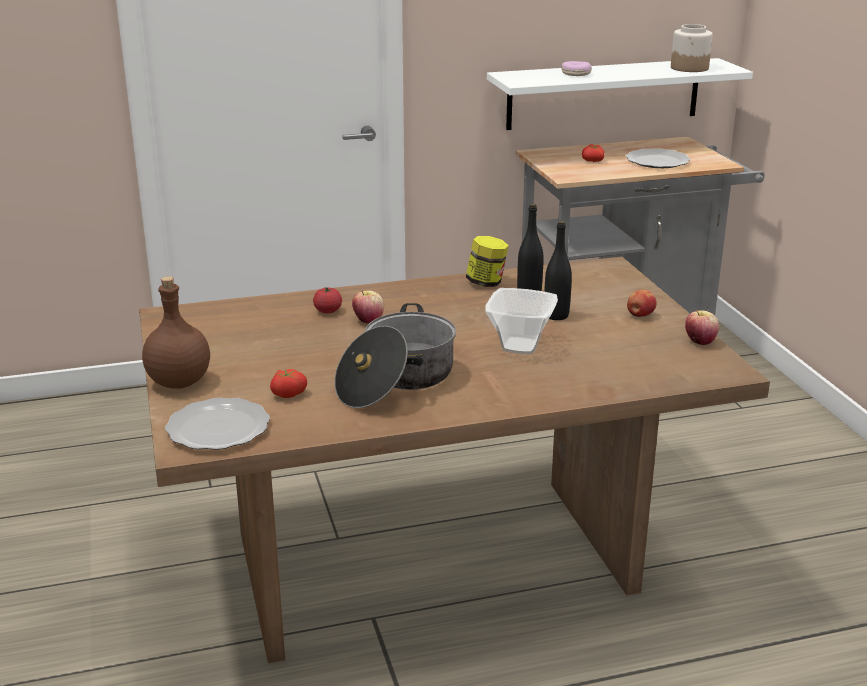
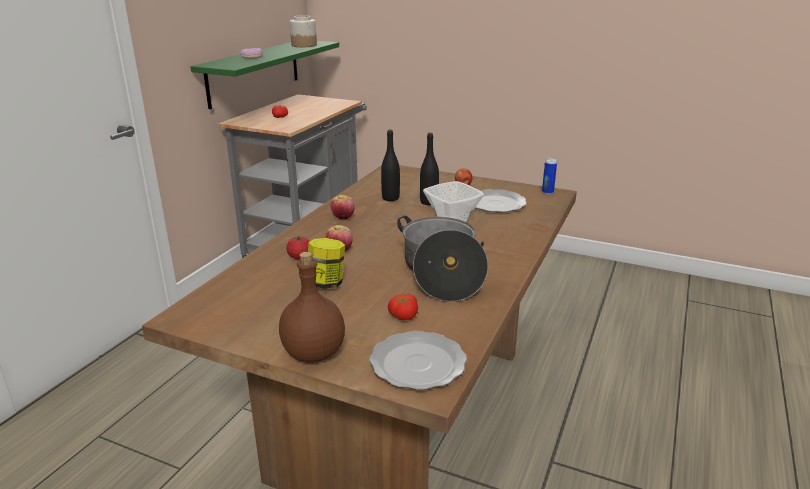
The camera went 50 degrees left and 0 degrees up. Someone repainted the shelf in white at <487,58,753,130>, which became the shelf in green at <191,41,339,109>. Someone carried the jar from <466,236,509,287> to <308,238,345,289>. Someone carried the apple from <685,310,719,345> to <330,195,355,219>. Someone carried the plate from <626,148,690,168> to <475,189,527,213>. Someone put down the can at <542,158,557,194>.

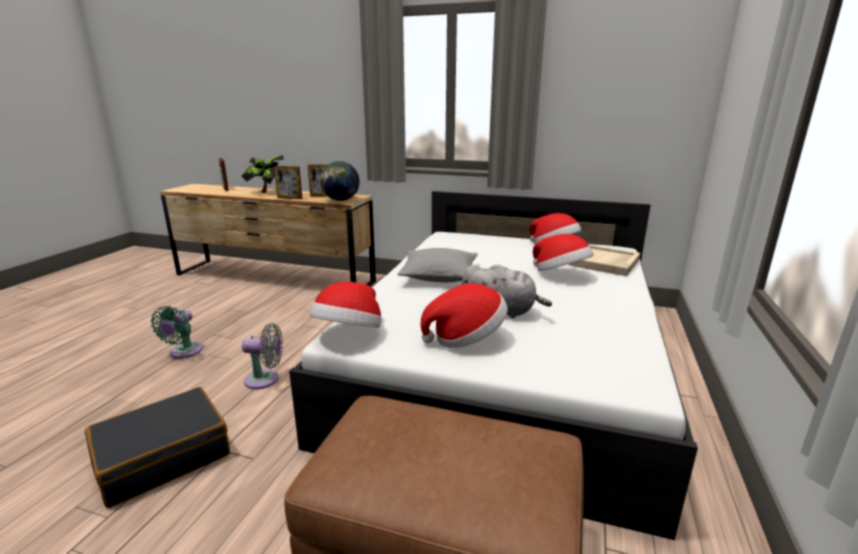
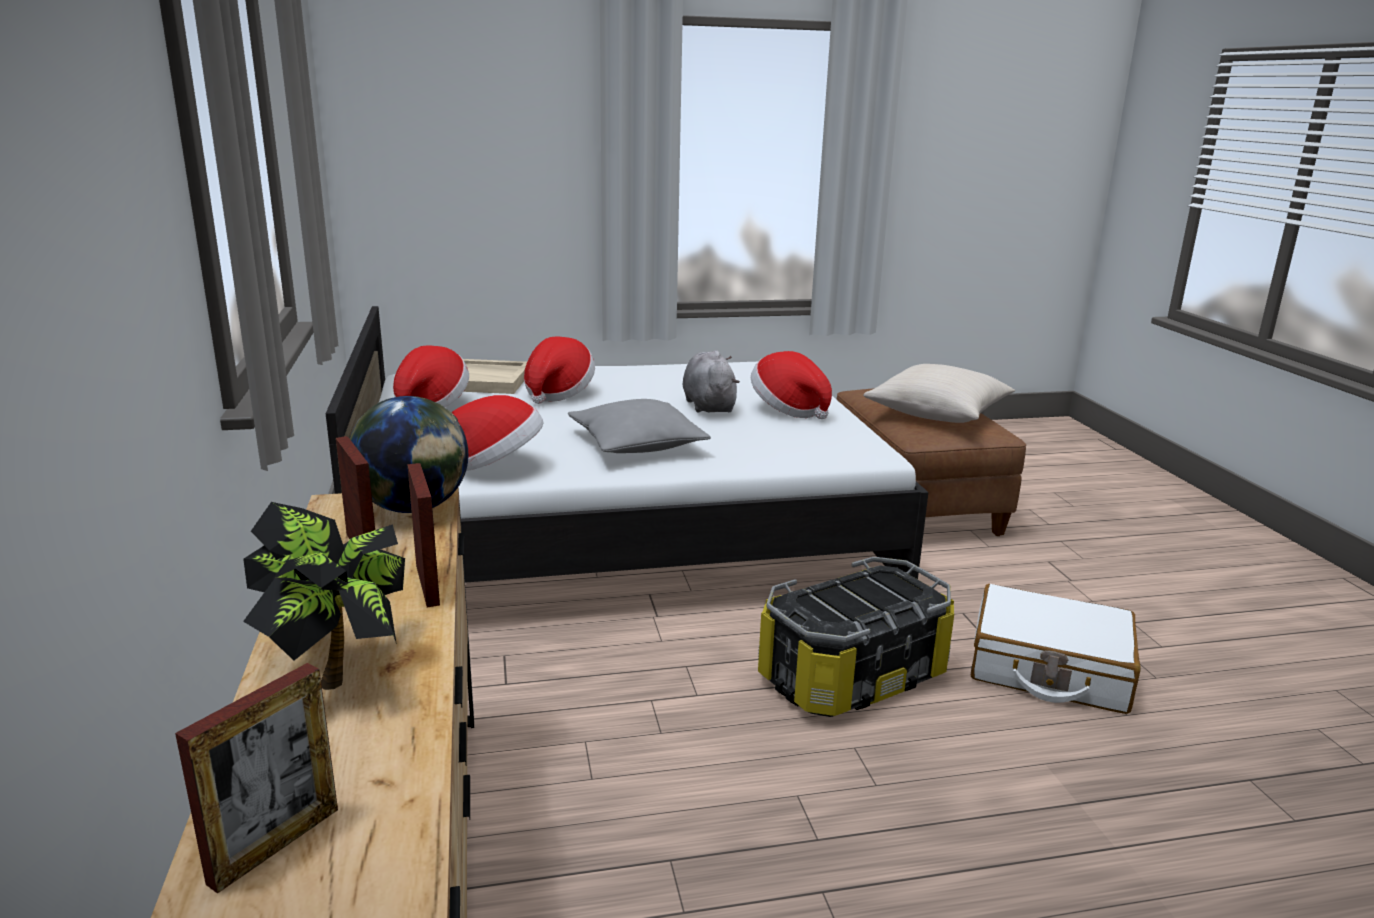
The camera went 120 degrees left and 0 degrees up. Someone carried the hat from <309,281,382,327> to <451,395,543,471>. Someone swapped the fan in grey at <242,323,283,389> for the storage box at <758,557,954,717>. Someone put down the pillow in beige at <863,364,1015,423>. Someone repainted the suitcase in black at <85,387,230,508>, which became the suitcase in white at <971,584,1140,714>. Someone took away the fan in green at <151,306,203,358>.

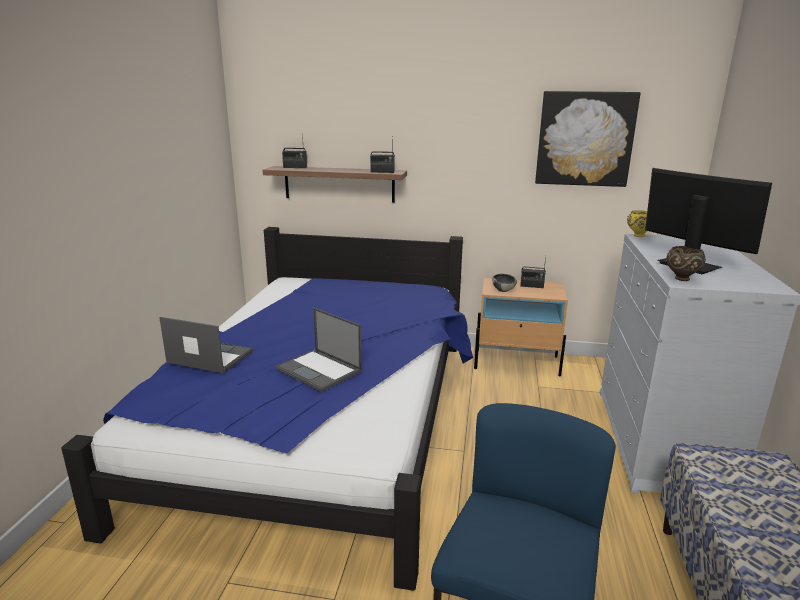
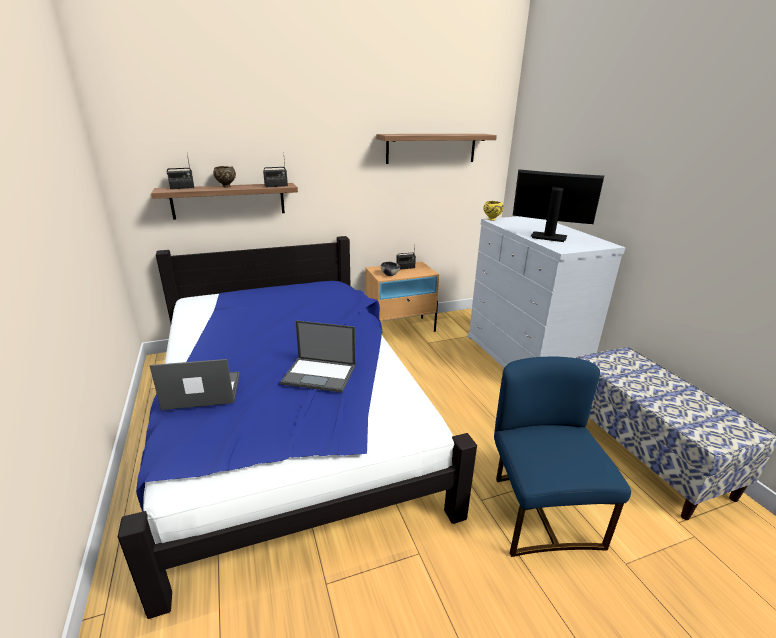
The camera went 30 degrees left and 5 degrees up. Someone carried the bowl in brown from <667,246,706,281> to <213,166,236,187>. Someone swapped the picture at <535,91,641,187> for the shelf at <376,134,497,164>.

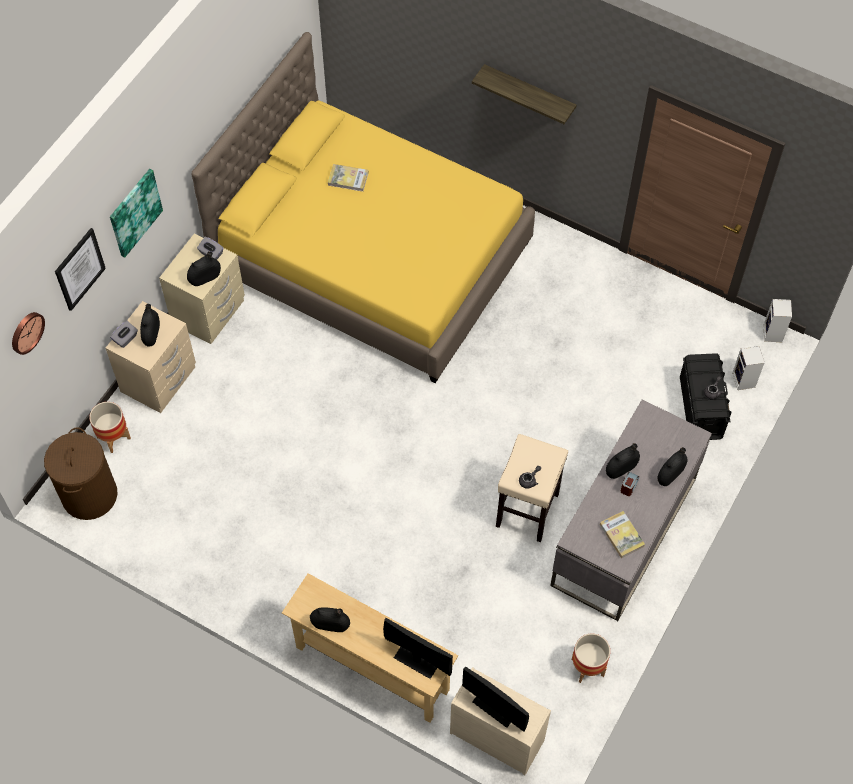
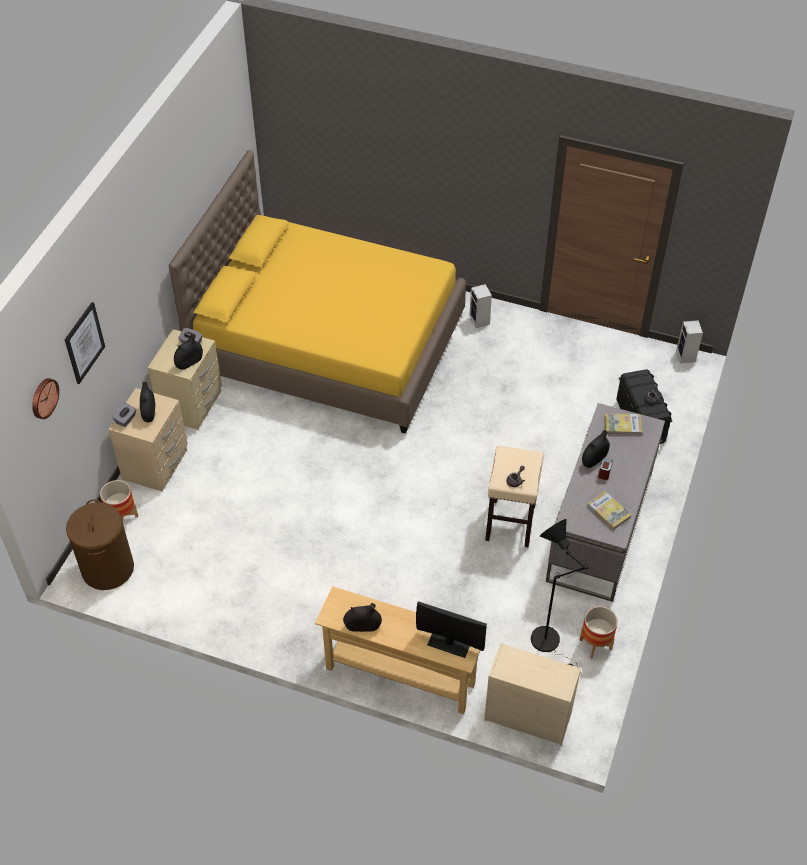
The camera went 10 degrees left and 10 degrees down. Someone carried the speaker from <732,346,764,390> to <469,284,492,328>. Someone put down the floor lamp in black at <531,519,589,666>. Someone carried the book from <328,164,369,192> to <604,413,642,435>. Someone took away the picture at <110,169,163,258>. Someone took away the monitor at <462,667,529,732>. Someone took away the shelf at <472,64,576,124>. Someone took away the vase in black at <657,447,688,486>.

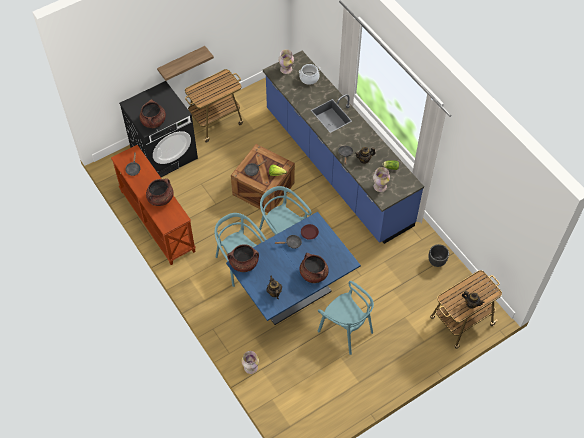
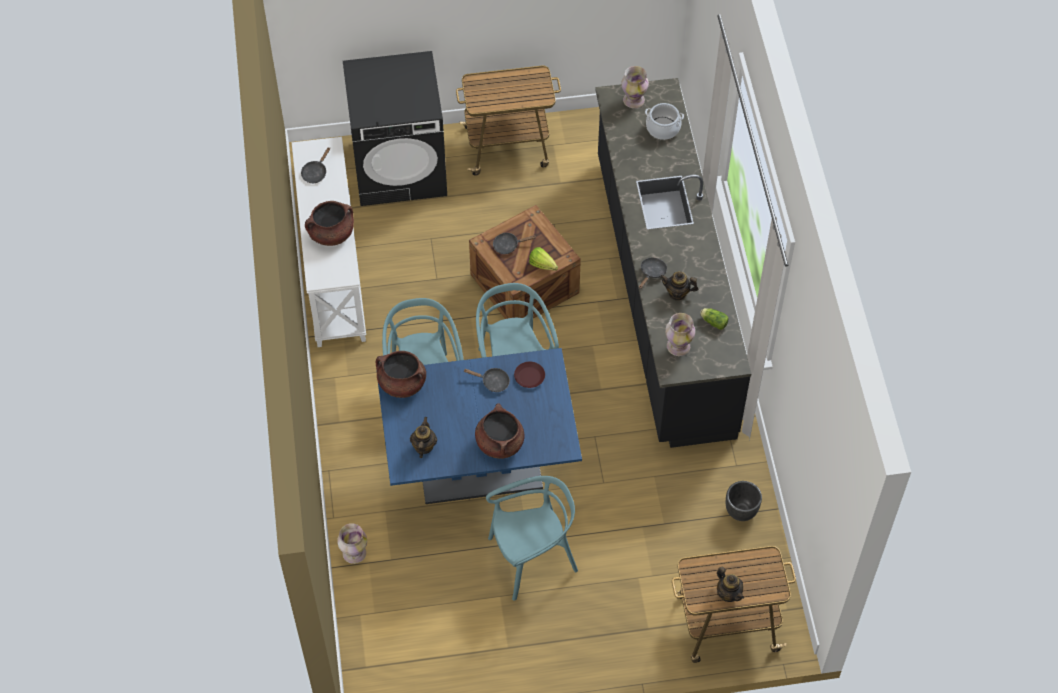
The camera went 25 degrees right and 0 degrees up. Someone repainted the console table in brown at <111,145,196,265>, which became the console table in white at <292,137,366,347>. Someone rotated the chair in turquoise at <318,281,374,355> by 90 degrees counterclockwise. Someone repainted the counter in blue at <263,51,424,244>, which became the counter in black at <595,78,751,448>. Someone took away the cooking pot in brown at <140,99,166,128>. Someone took away the shelf at <157,46,214,81>.

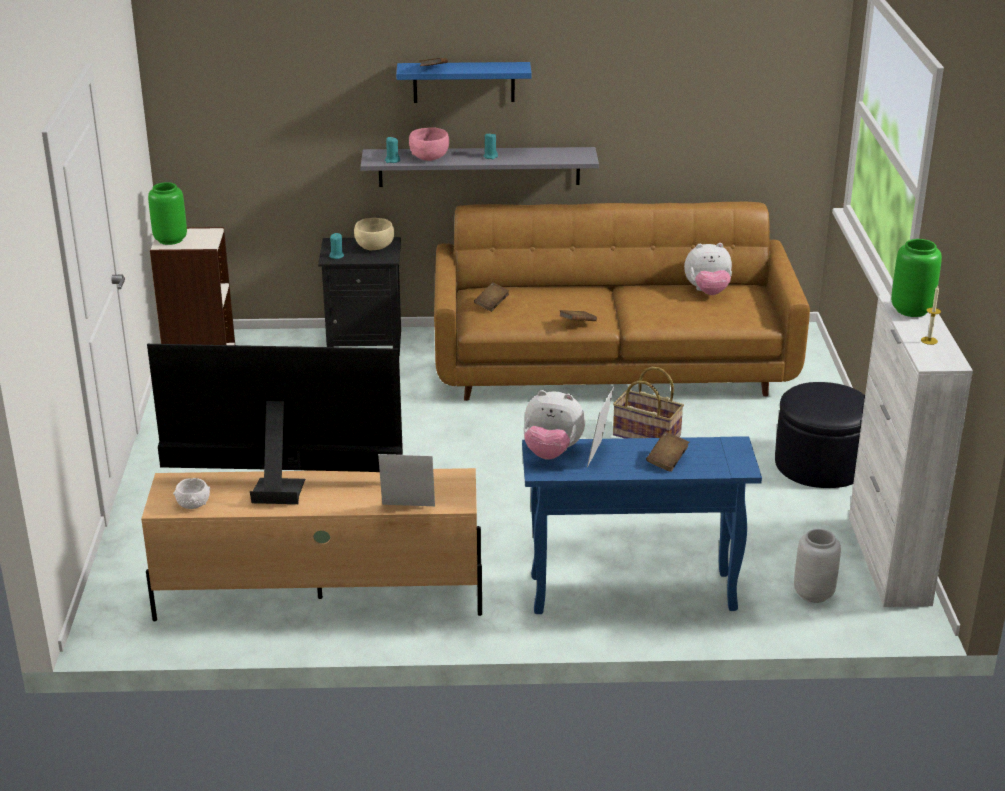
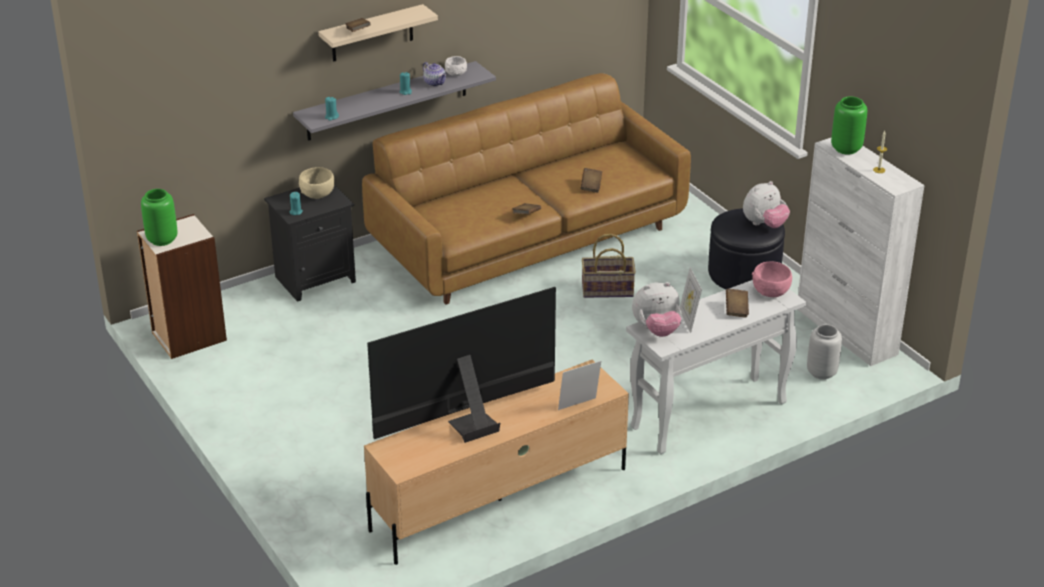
The camera went 30 degrees left and 5 degrees up. Someone repainted the shelf in blue at <396,62,532,103>, which became the shelf in beige at <318,4,438,62>. Someone put down the teapot at <423,62,446,87>. Someone carried the bowl in white from <173,478,210,509> to <445,56,467,76>. Someone carried the book in brown from <474,282,509,312> to <581,168,602,193>. Someone repainted the console table in blue at <522,436,762,614>, which became the console table in white at <626,280,806,454>. Someone carried the plush toy from <684,243,732,295> to <743,181,790,228>. Someone carried the bowl in pink from <409,127,449,161> to <752,262,792,297>.

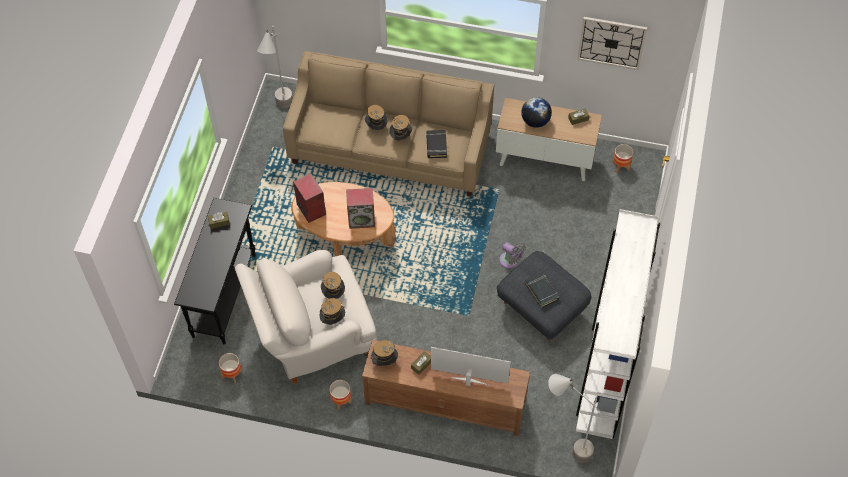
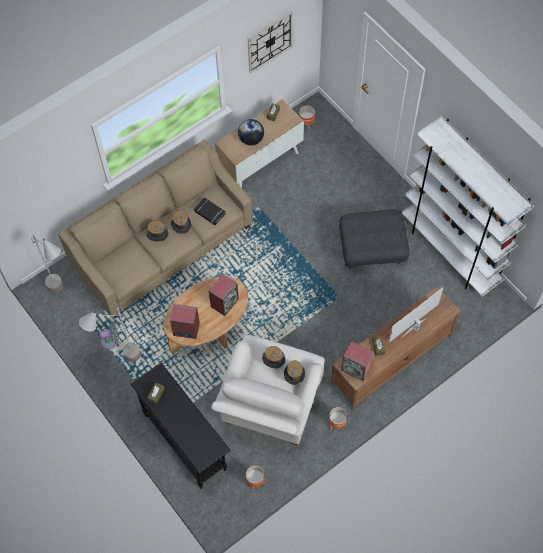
The camera went 50 degrees left and 5 degrees up. Someone carried the floor lamp in grey from <548,374,603,463> to <79,307,141,362>. Someone carried the fan in grey from <499,242,526,269> to <100,321,119,350>. Someone swapped the hat at <370,340,398,366> for the speaker at <341,341,374,381>. Someone took away the book in black at <525,273,559,308>.

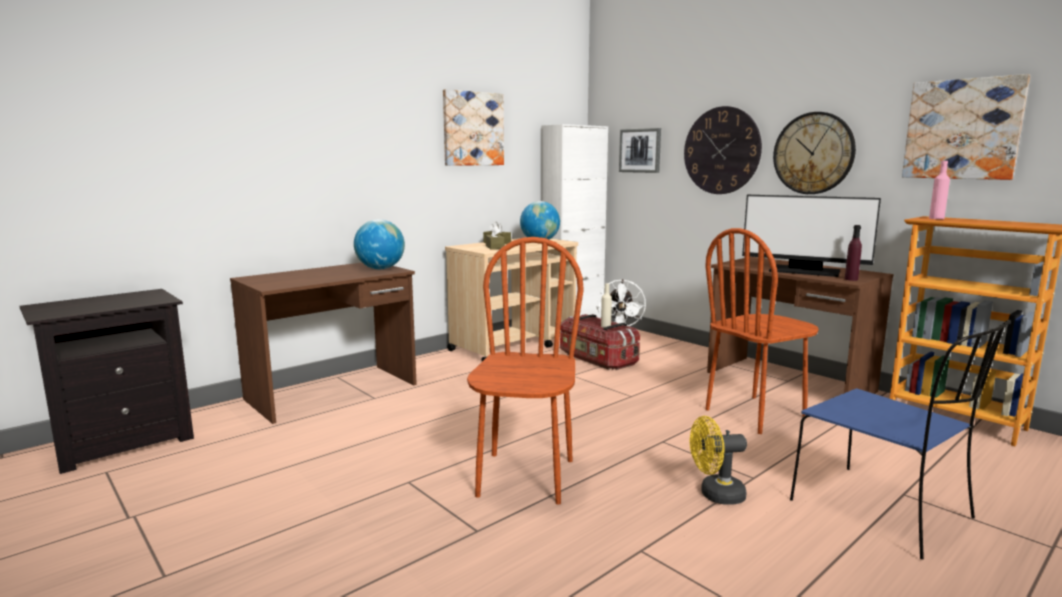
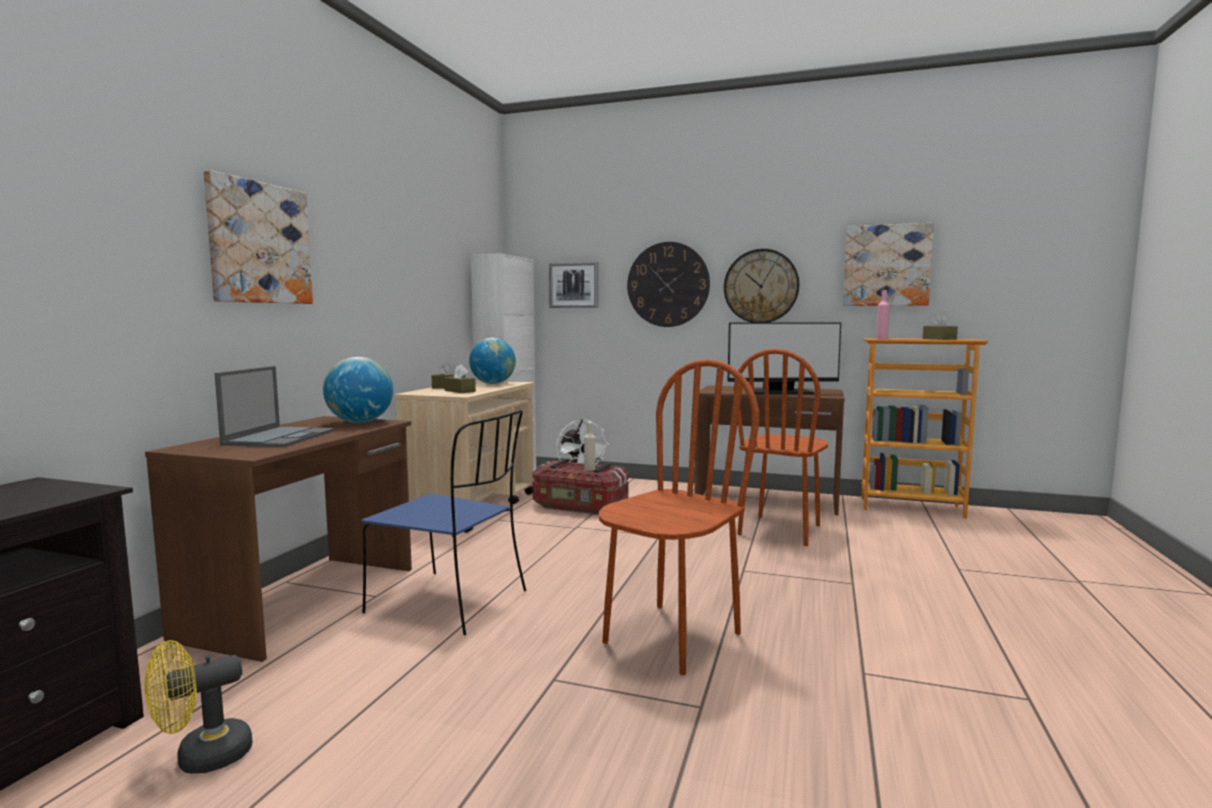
The camera went 30 degrees left and 5 degrees down. Someone carried the fan in yellow from <690,416,747,505> to <144,640,253,774>. Someone carried the picture from <443,89,504,166> to <204,170,313,304>. Someone put down the laptop at <214,366,335,447>. Someone carried the chair in blue from <790,320,1011,559> to <361,410,526,635>. Someone rotated the chair in brown at <467,237,584,505> by 60 degrees clockwise. Someone put down the tissue box in brown at <923,313,958,340>. Someone took away the bottle in purple at <845,225,862,281>.

